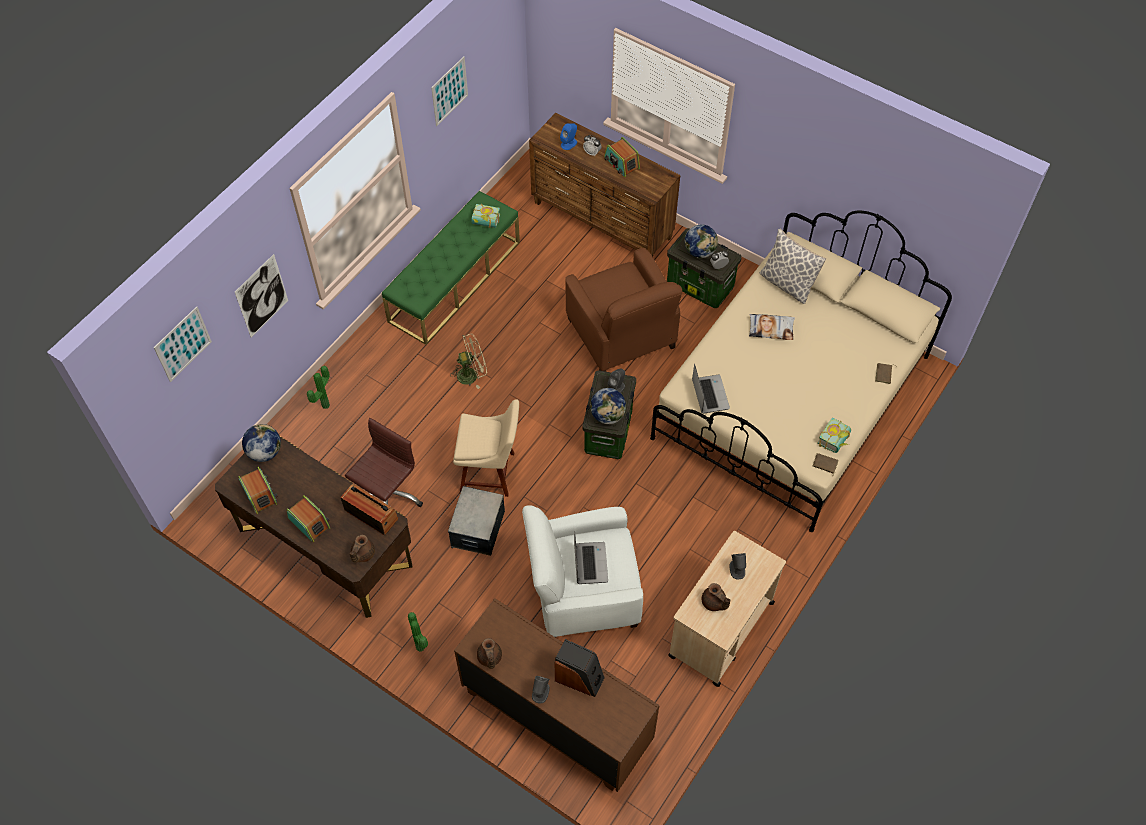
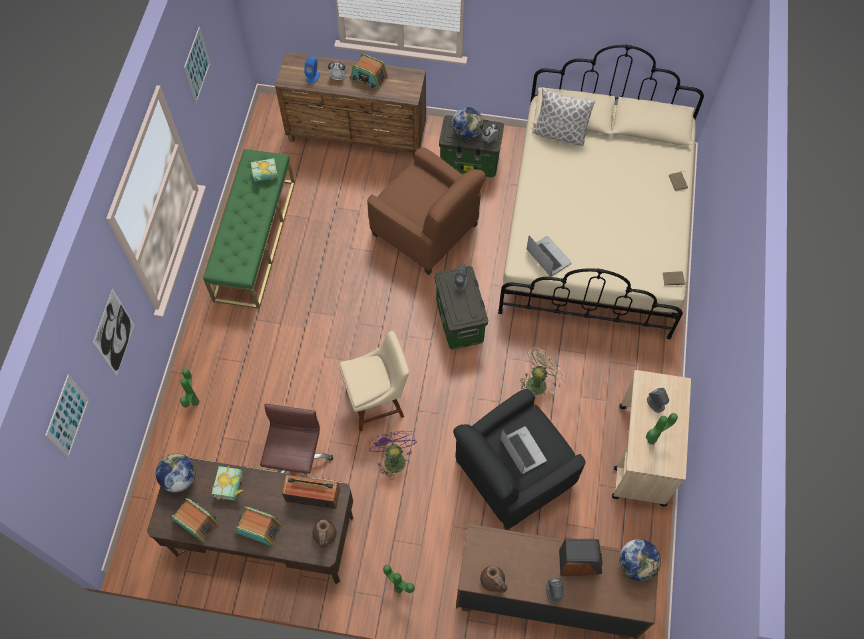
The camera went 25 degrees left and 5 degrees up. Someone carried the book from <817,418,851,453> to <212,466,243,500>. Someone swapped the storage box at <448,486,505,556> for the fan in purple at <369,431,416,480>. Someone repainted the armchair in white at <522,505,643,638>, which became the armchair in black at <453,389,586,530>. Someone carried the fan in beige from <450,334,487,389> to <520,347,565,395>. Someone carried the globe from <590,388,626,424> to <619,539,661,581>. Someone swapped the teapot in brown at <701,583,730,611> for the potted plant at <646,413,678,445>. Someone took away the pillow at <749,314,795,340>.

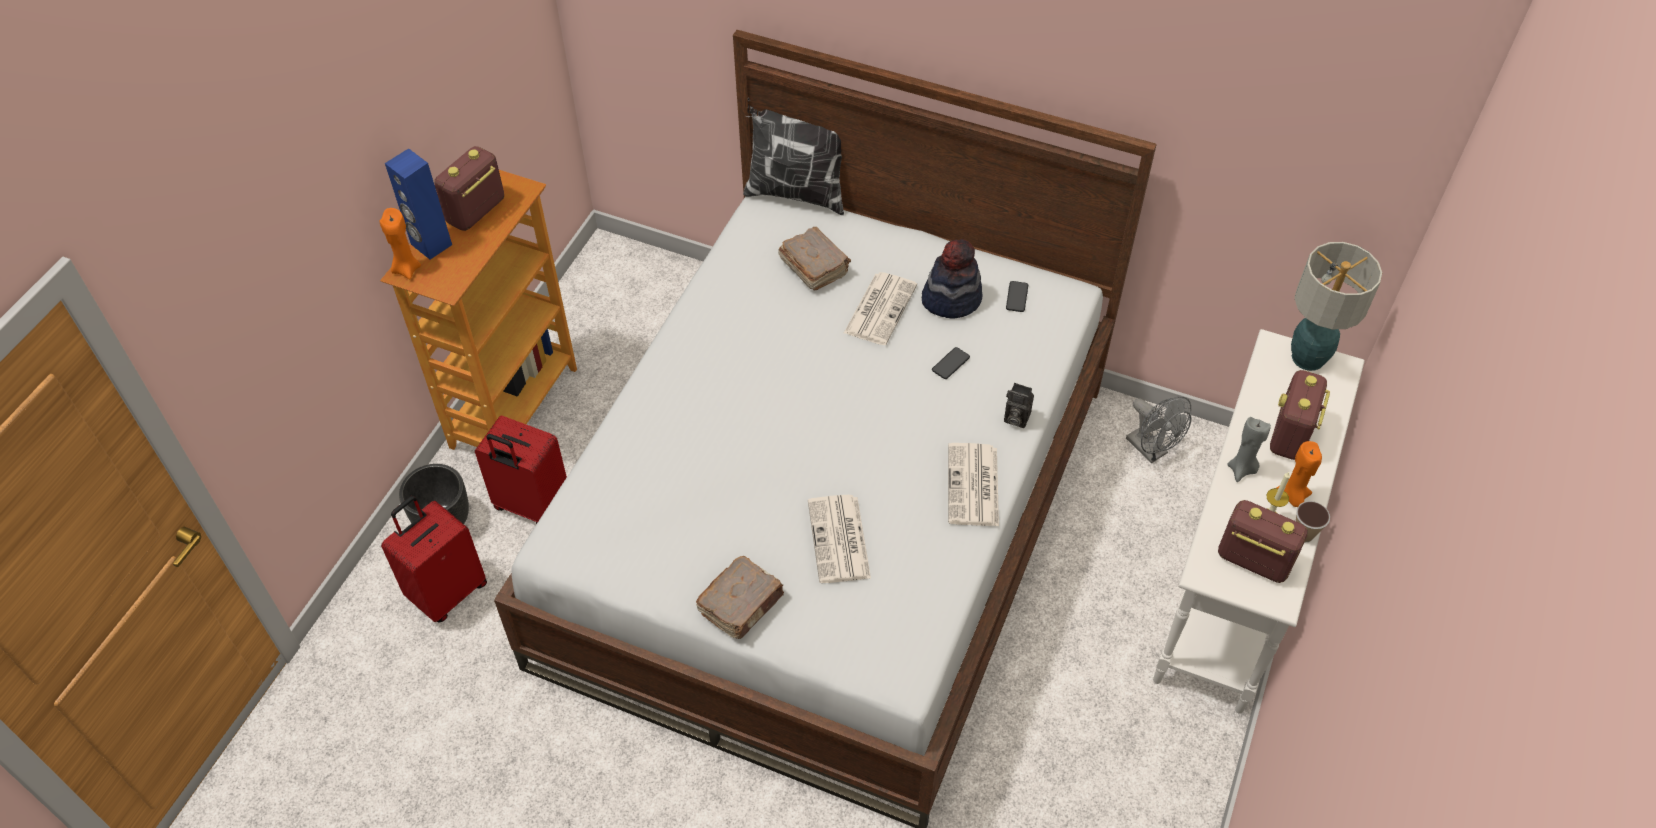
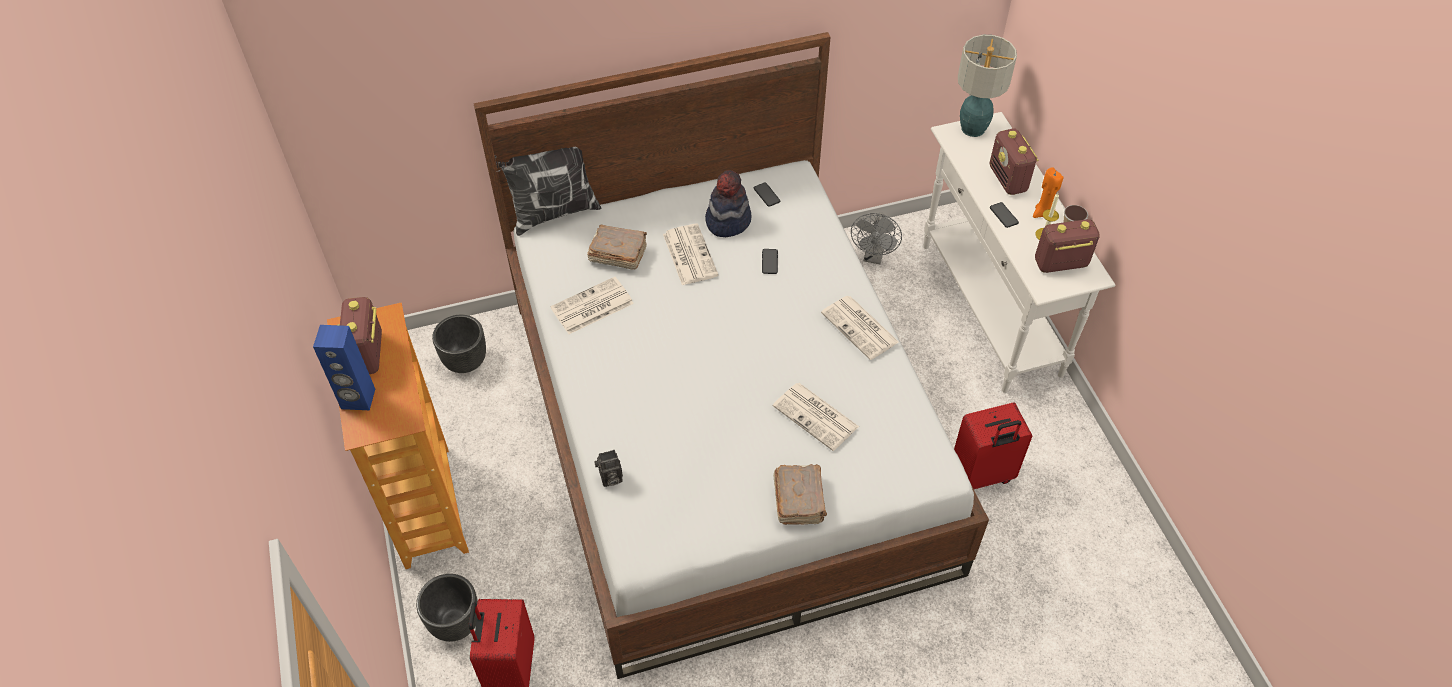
The camera went 40 degrees left and 0 degrees up. Someone put down the planter in black at <432,315,486,373>. Someone put down the newspaper at <550,277,634,334>. Someone carried the photo camera from <1004,383,1034,428> to <594,450,623,487>. Someone rotated the fan in grey at <1126,396,1191,463> by 90 degrees clockwise. Someone carried the suitcase in red from <475,416,567,524> to <954,403,1032,489>. Someone swapped the candle in grey at <1227,417,1271,482> for the phone at <990,202,1019,228>. Someone took away the candle in orange at <380,208,421,279>.

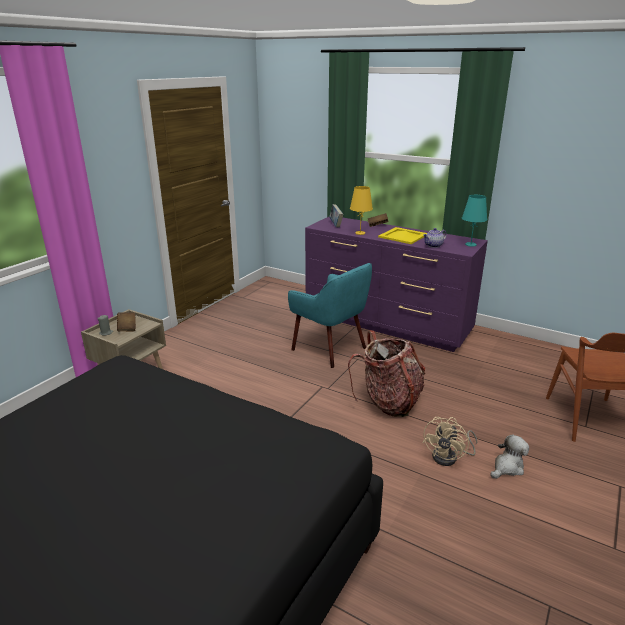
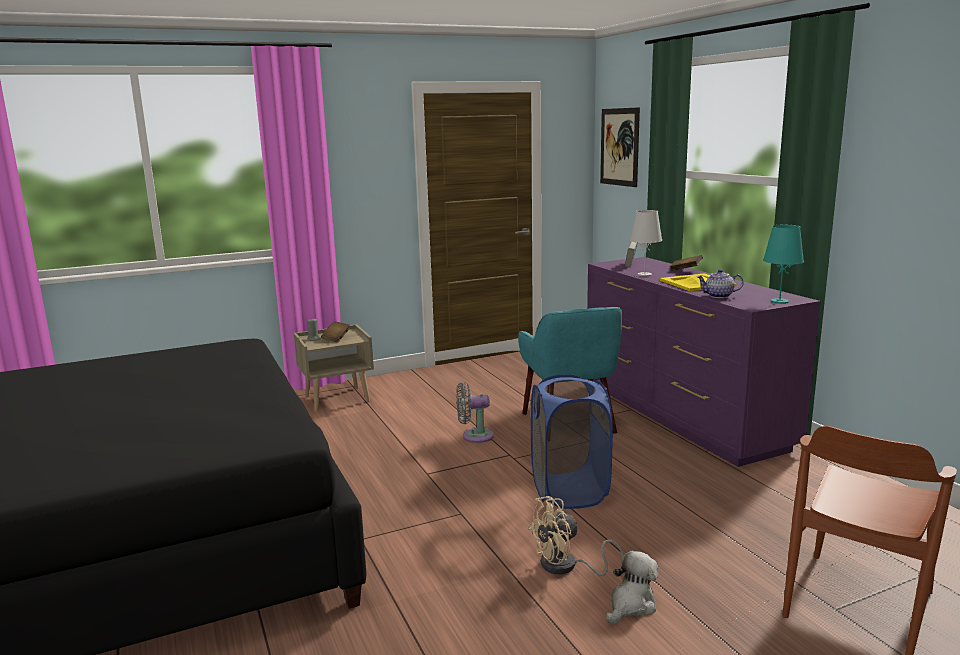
The camera went 35 degrees right and 10 degrees down. Someone put down the fan in grey at <457,382,494,443>. Someone swapped the backpack at <348,330,425,417> for the laundry basket in blue at <531,374,613,509>. Someone put up the picture at <600,107,640,187>. Someone rotated the plush toy at <490,434,529,479> by 45 degrees counterclockwise. Someone repainted the table lamp in yellow at <350,186,373,235>, which became the table lamp in white at <630,210,662,276>.

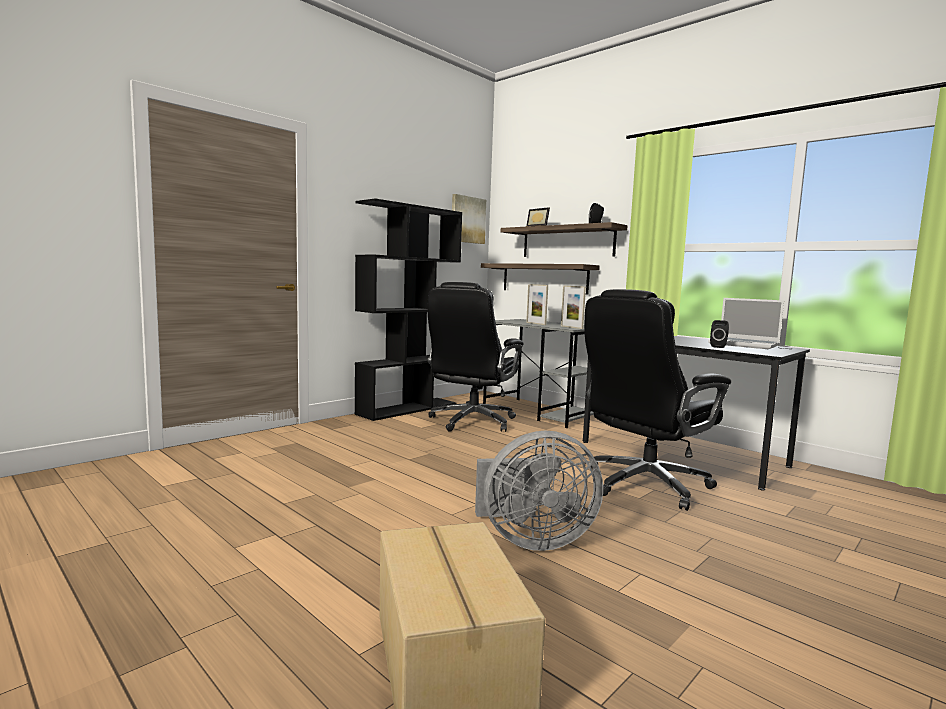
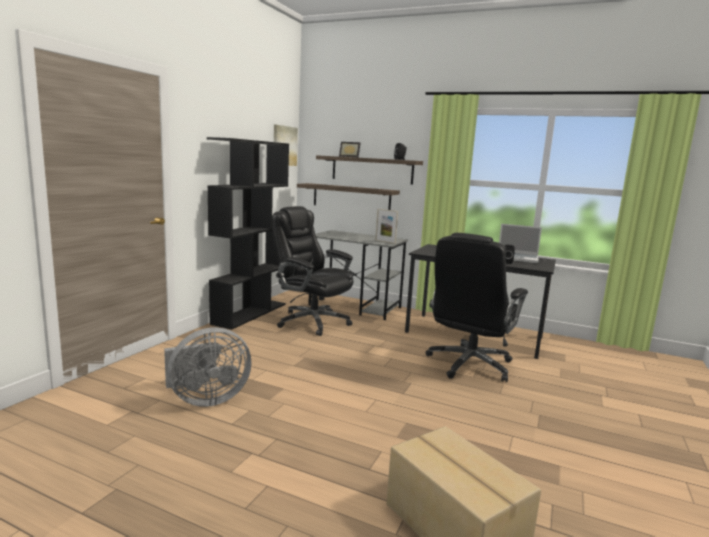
The camera went 20 degrees left and 5 degrees up. Someone carried the fan in grey from <475,431,603,551> to <164,327,251,407>. Someone rotated the office chair in black at <427,282,524,432> by 120 degrees clockwise. Someone took away the picture frame at <526,284,548,325>.

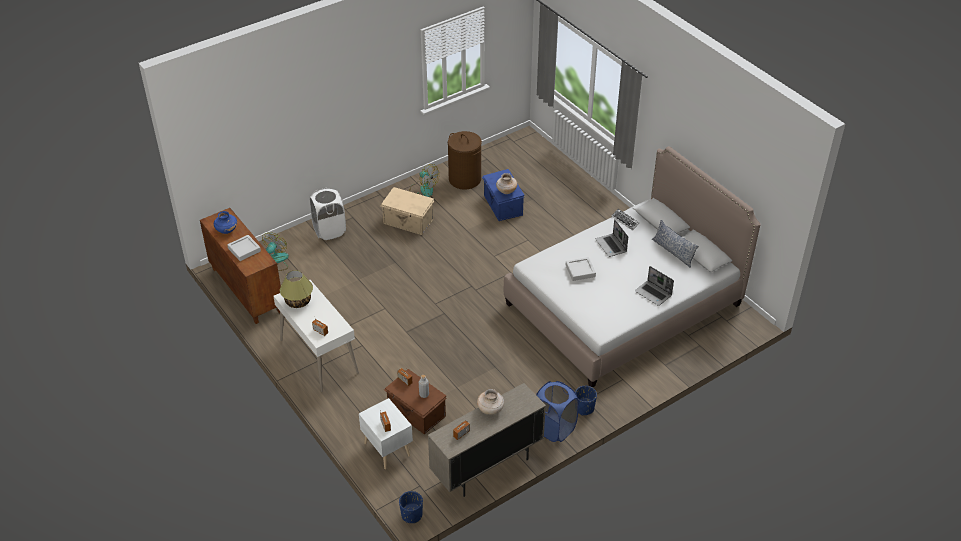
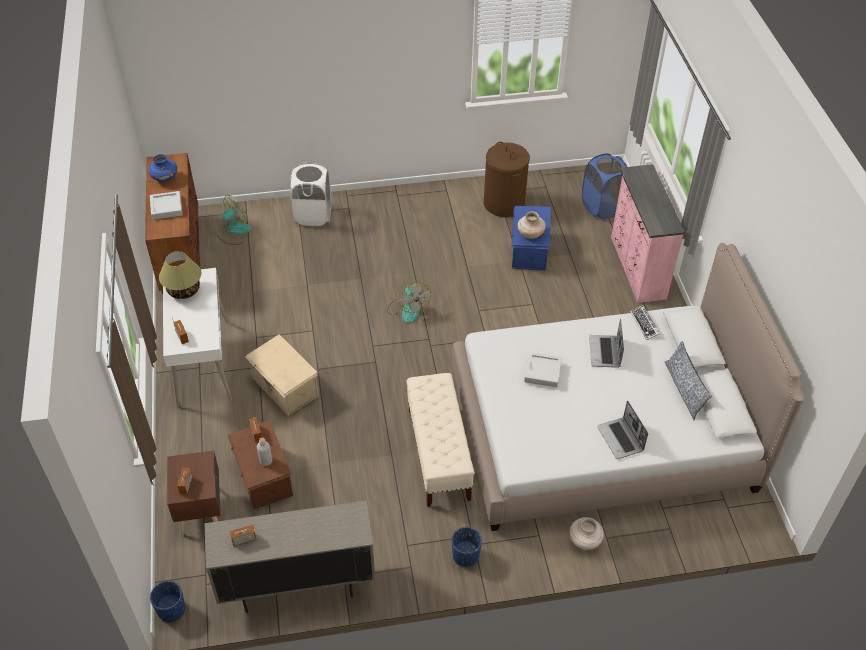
The camera went 25 degrees right and 5 degrees up. Someone repainted the nightstand in white at <359,398,413,469>, which became the nightstand in brown at <167,451,221,536>. Someone carried the storage box in beige from <380,187,434,235> to <245,334,319,416>. Someone carried the fan from <409,164,439,197> to <387,282,431,324>. Someone put down the bench in beige at <407,373,475,507>. Someone carried the vase in beige from <477,389,504,415> to <569,517,604,550>. Someone carried the laundry basket in blue from <536,381,579,442> to <582,153,627,219>. Someone put down the dresser in pink at <611,164,685,303>.

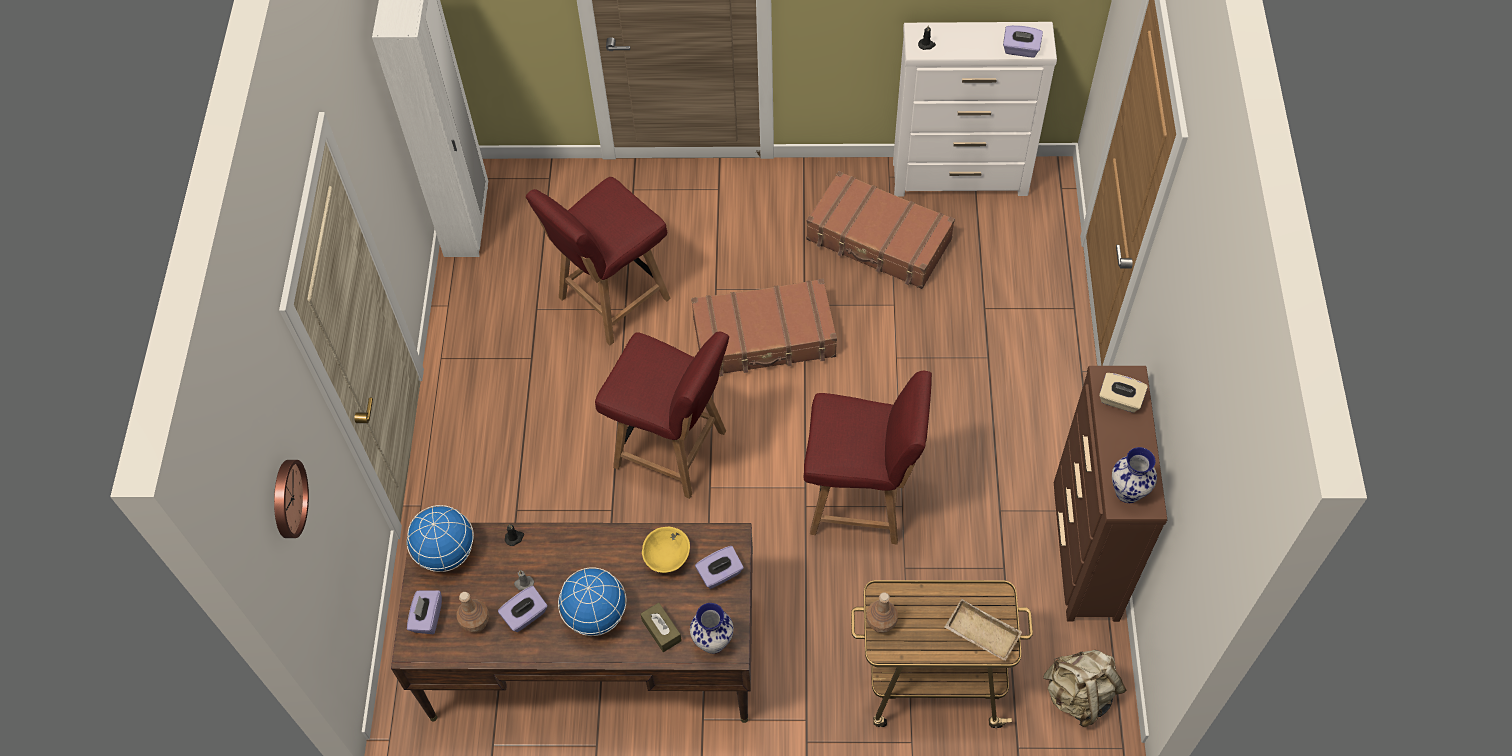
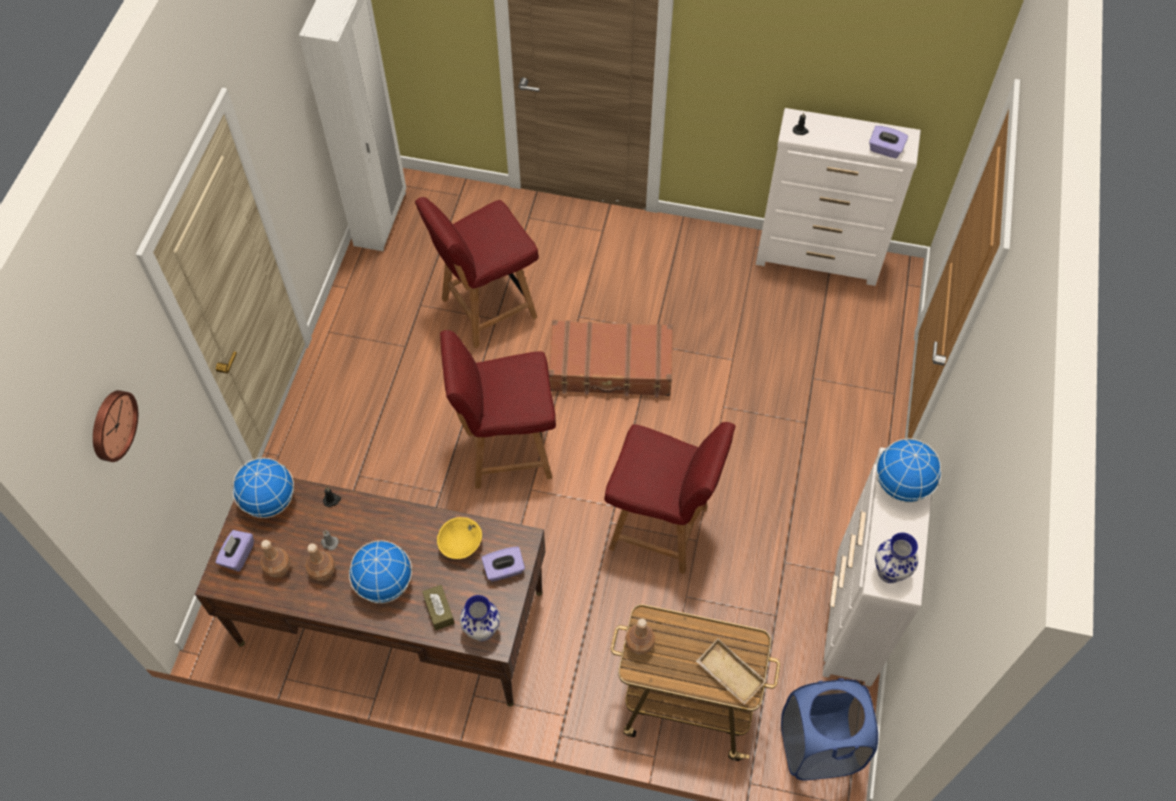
The camera went 10 degrees right and 0 degrees up. Someone swapped the tissue box in purple at <498,586,548,632> for the bottle in brown at <305,543,335,581>. Someone rotated the chair in red at <595,332,729,499> by 135 degrees clockwise. Someone swapped the backpack in beige at <1044,650,1127,727> for the laundry basket in blue at <781,678,878,780>. Someone repainted the dresser in brown at <1054,366,1167,622>, which became the dresser in white at <822,447,932,687>. Someone swapped the tissue box in beige at <1099,373,1148,413> for the globe at <876,438,941,503>. Someone took away the suitcase in brown at <806,171,955,289>.

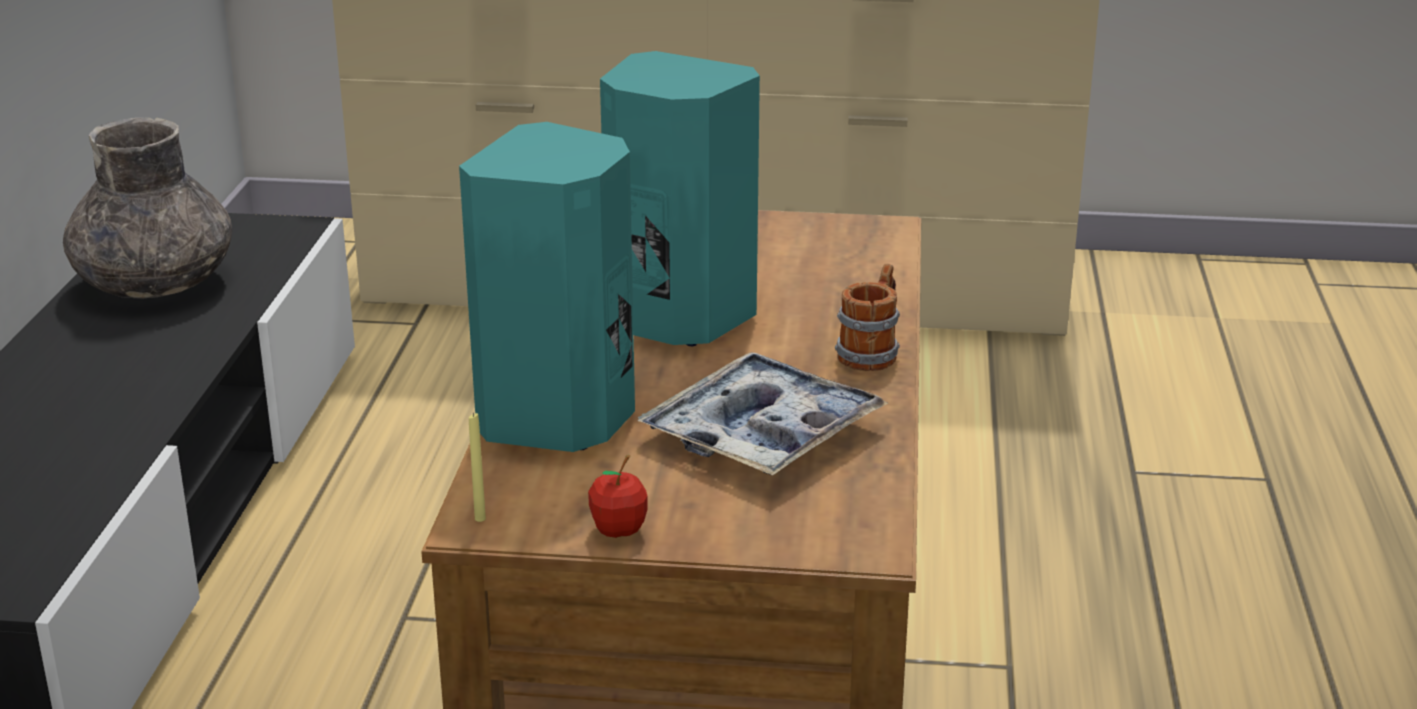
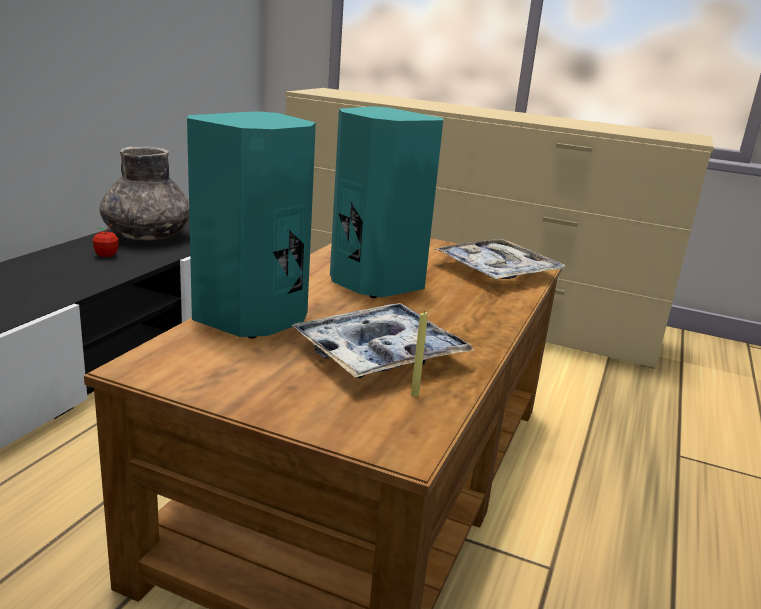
The camera went 15 degrees right and 5 degrees down. Someone carried the apple from <588,455,647,538> to <93,225,119,257>. Someone carried the candle in yellow from <469,413,486,522> to <411,311,428,397>. Someone put down the tray at <432,239,566,280>. Someone took away the mug at <835,263,900,371>.

